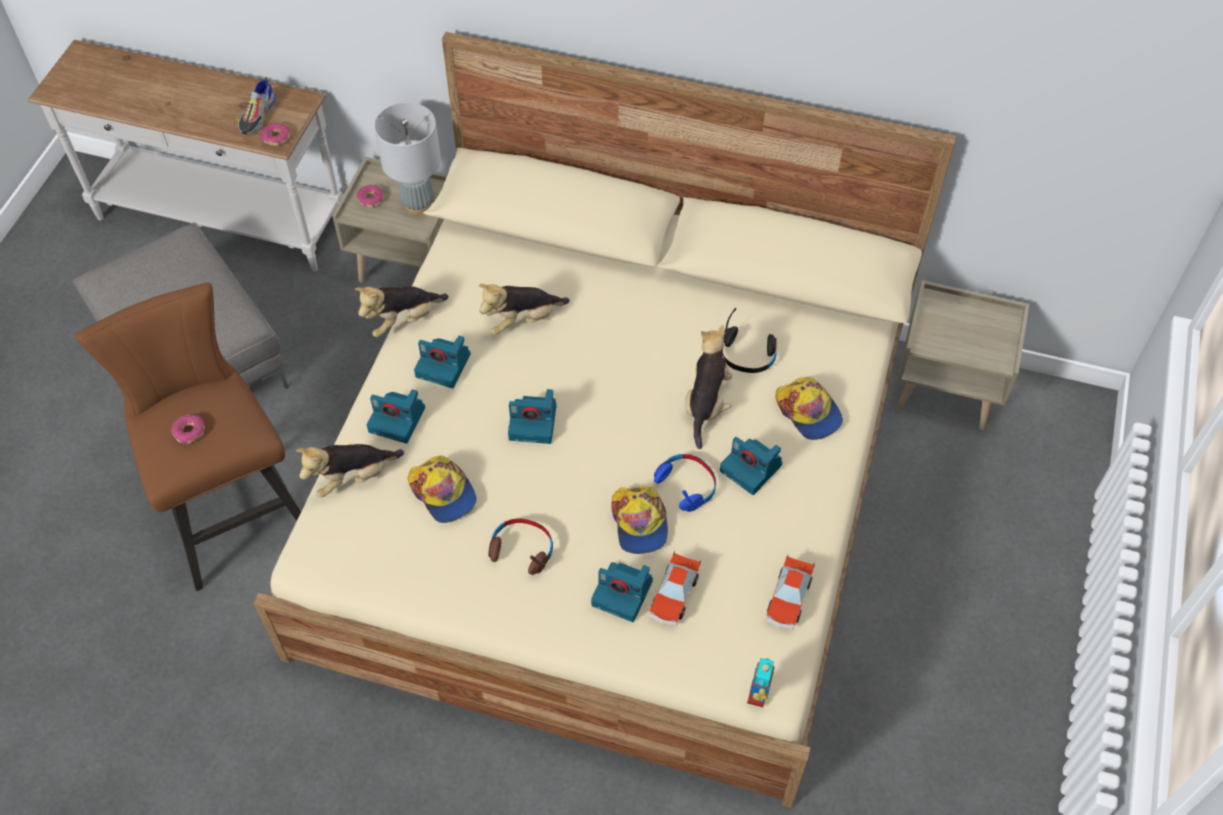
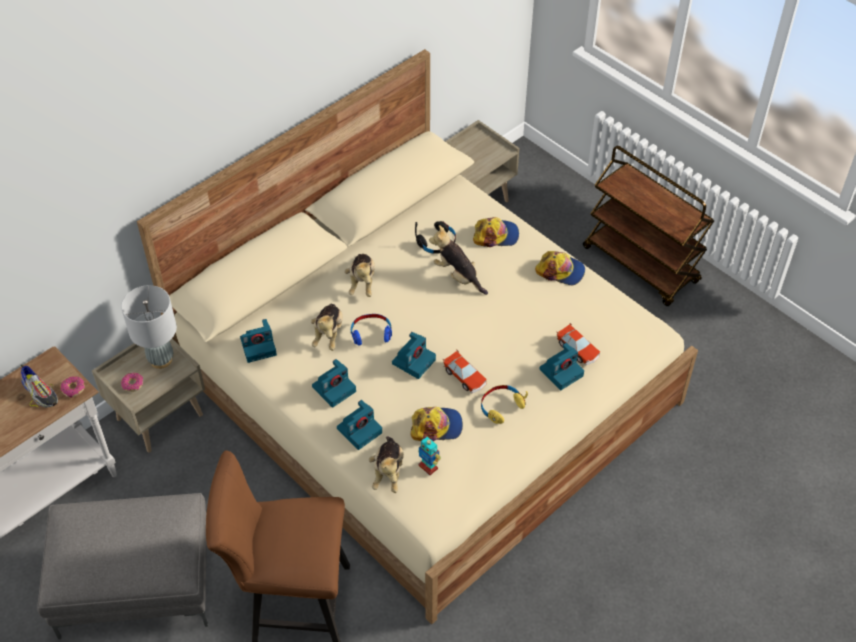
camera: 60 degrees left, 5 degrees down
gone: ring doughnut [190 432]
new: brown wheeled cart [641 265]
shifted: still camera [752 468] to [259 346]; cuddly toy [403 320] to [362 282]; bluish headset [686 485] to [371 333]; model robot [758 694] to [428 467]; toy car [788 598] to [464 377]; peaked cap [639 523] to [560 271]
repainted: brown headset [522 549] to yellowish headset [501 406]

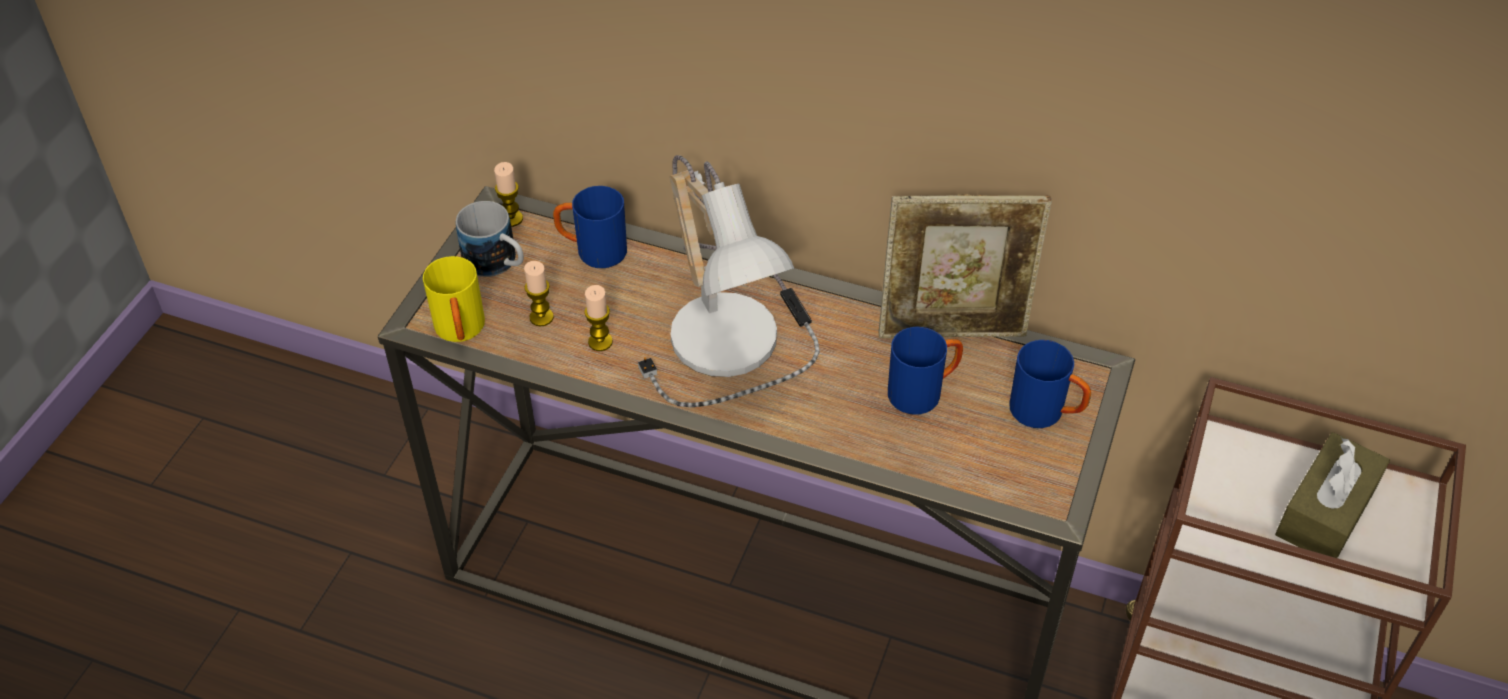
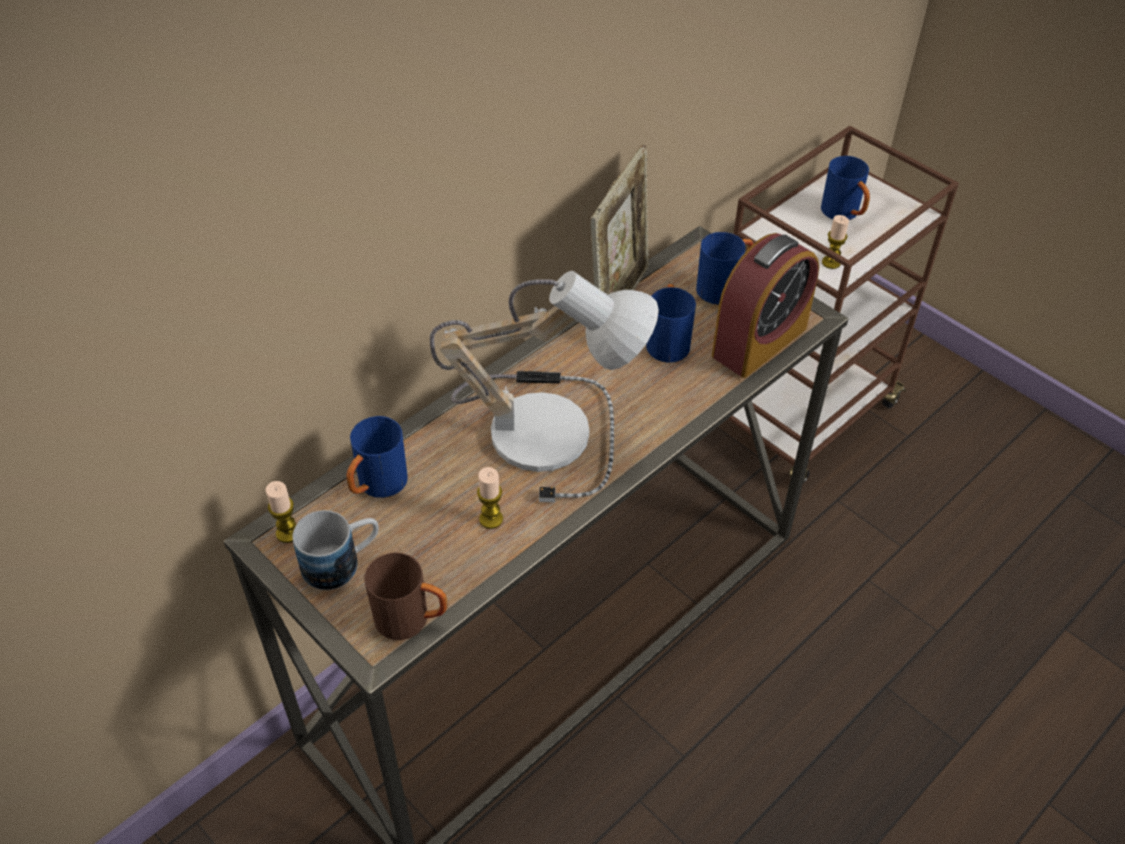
camera: 65 degrees left, 0 degrees up
new: bedside clock [759 341]
shifted: candle [541 317] to [831 262]
swapped: brown tissue box [1325 512] to bluish coffee mug [844 214]
repainted: yellowish coffee mug [461 332] to brown coffee mug [412 620]

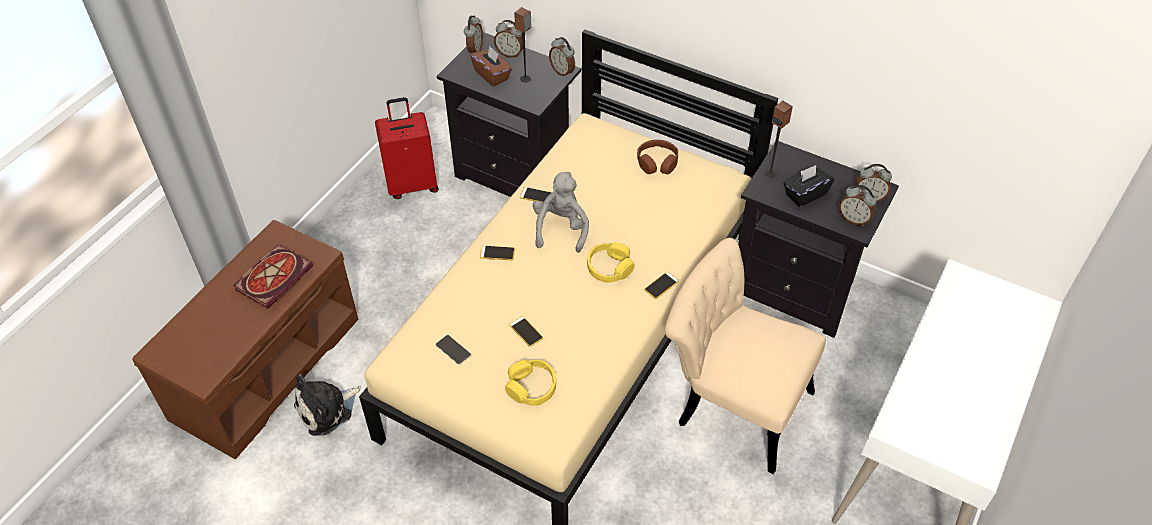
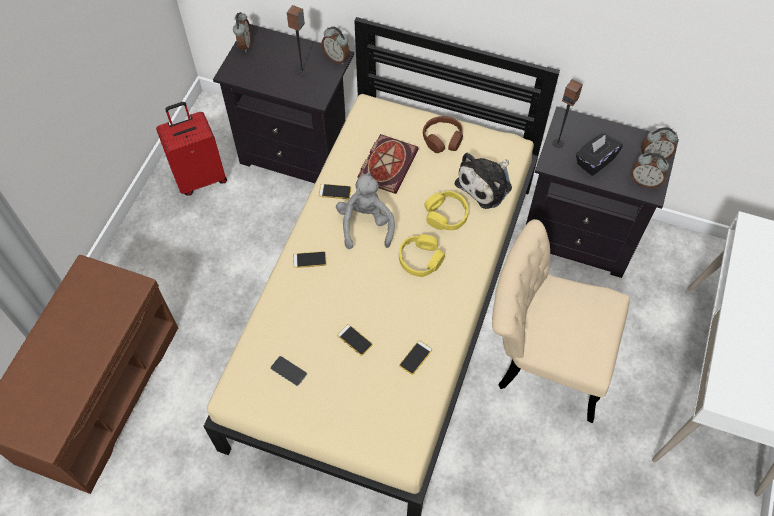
camera: 10 degrees left, 10 degrees up
gone: brown tissue box [492 75]; bedside clock [510 54]
shifted: volume [274 276] to [387 164]; handset [661 285] to [415 357]; yellowish headset [531 387] to [446 215]; cuddly toy [327 409] to [486 184]

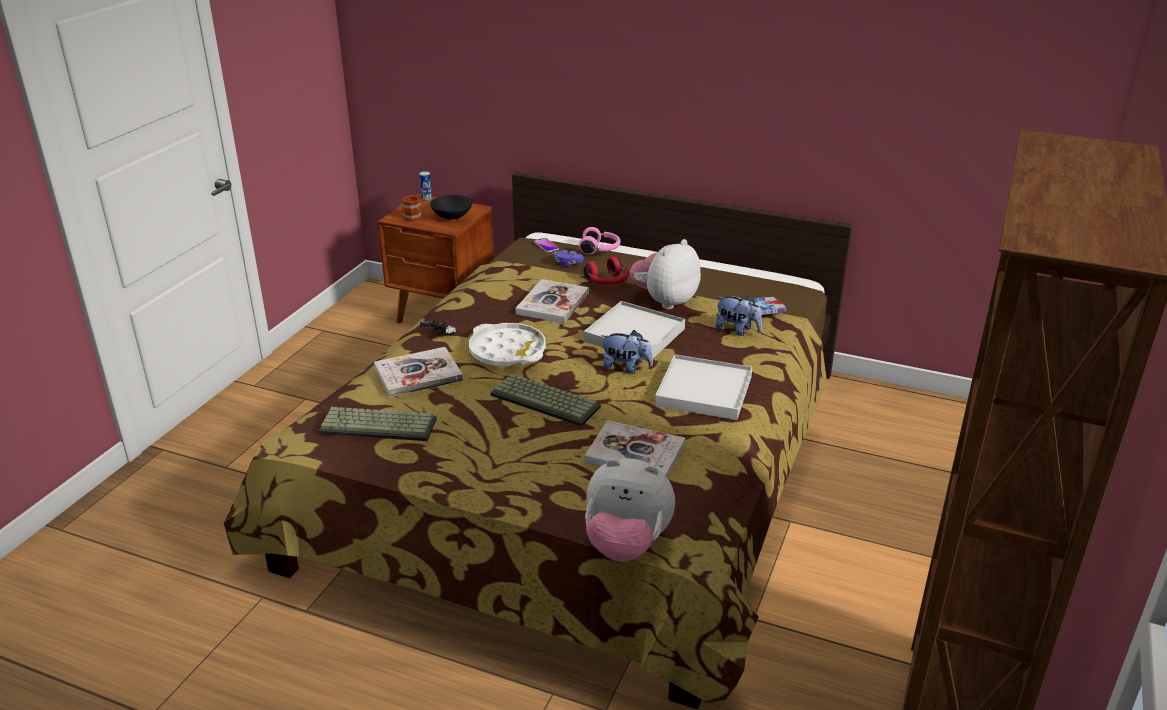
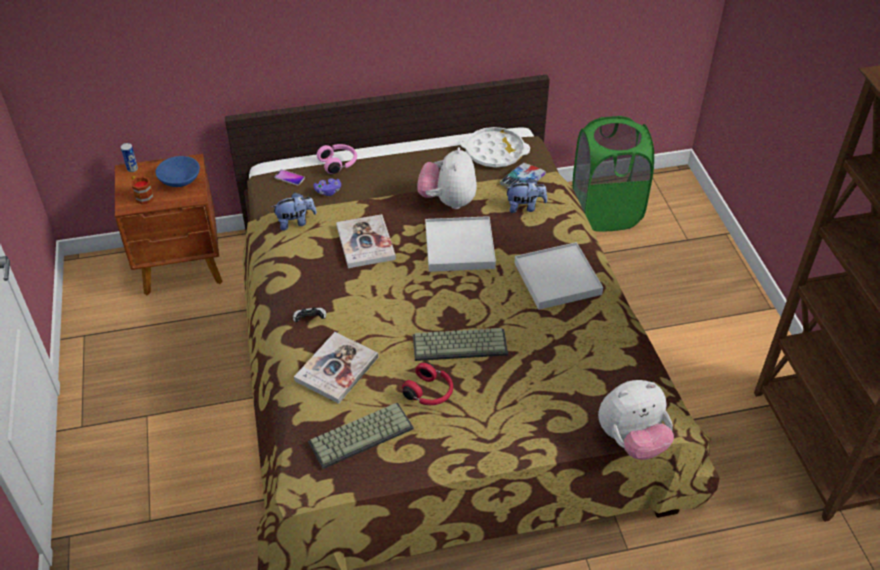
camera: 35 degrees left, 15 degrees up
gone: volume [635 453]
new: greenish hamper [606 212]
shifted: cuddly toy [626 368] to [295 222]; red-coloured headset [607 282] to [430 393]; whitish tray [507 352] to [494 152]
repainted: black deep dish [452 216] to bluish deep dish [180 180]

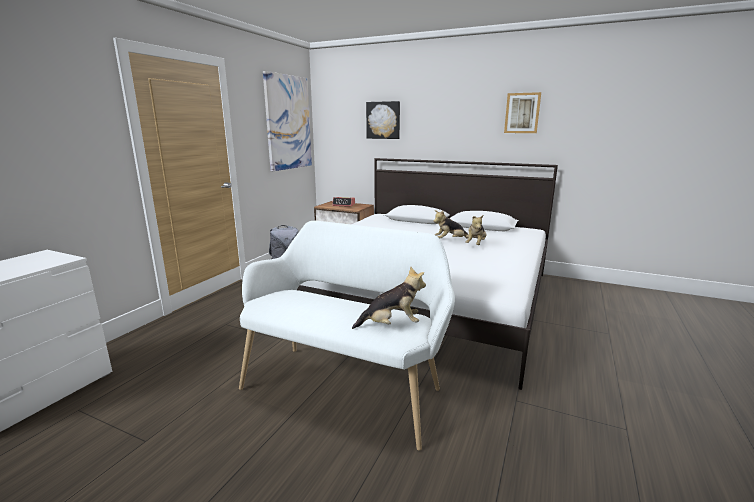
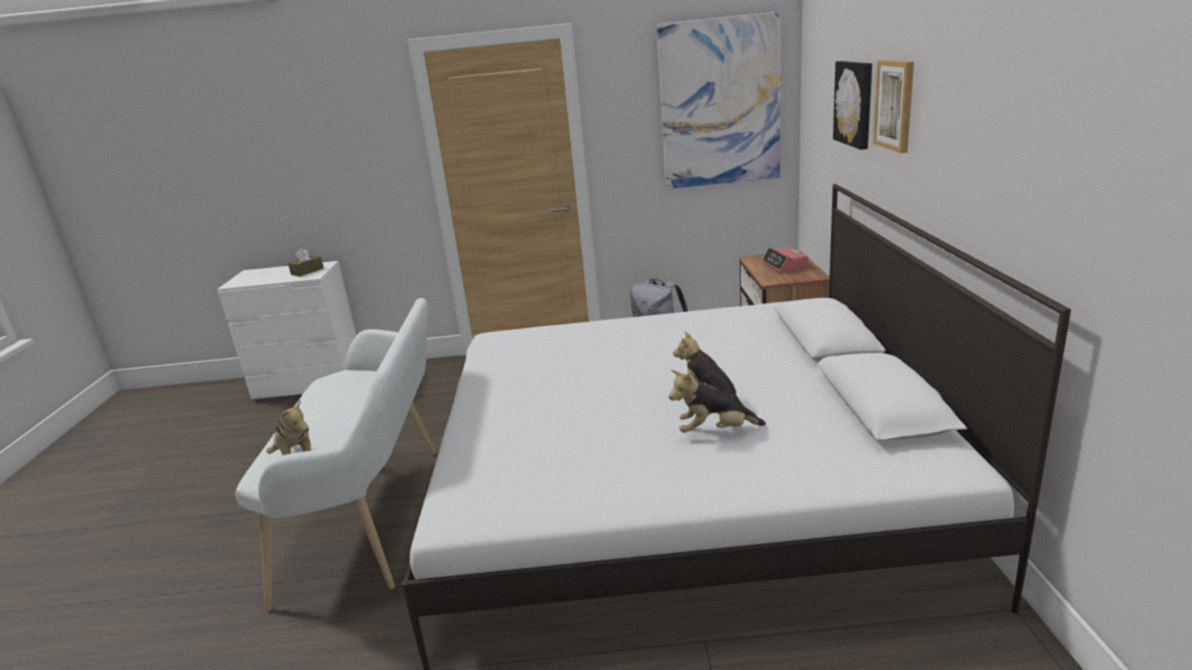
camera: 65 degrees right, 5 degrees up
new: brown tissue box [307 271]
shifted: wall picture [522 113] to [895 105]

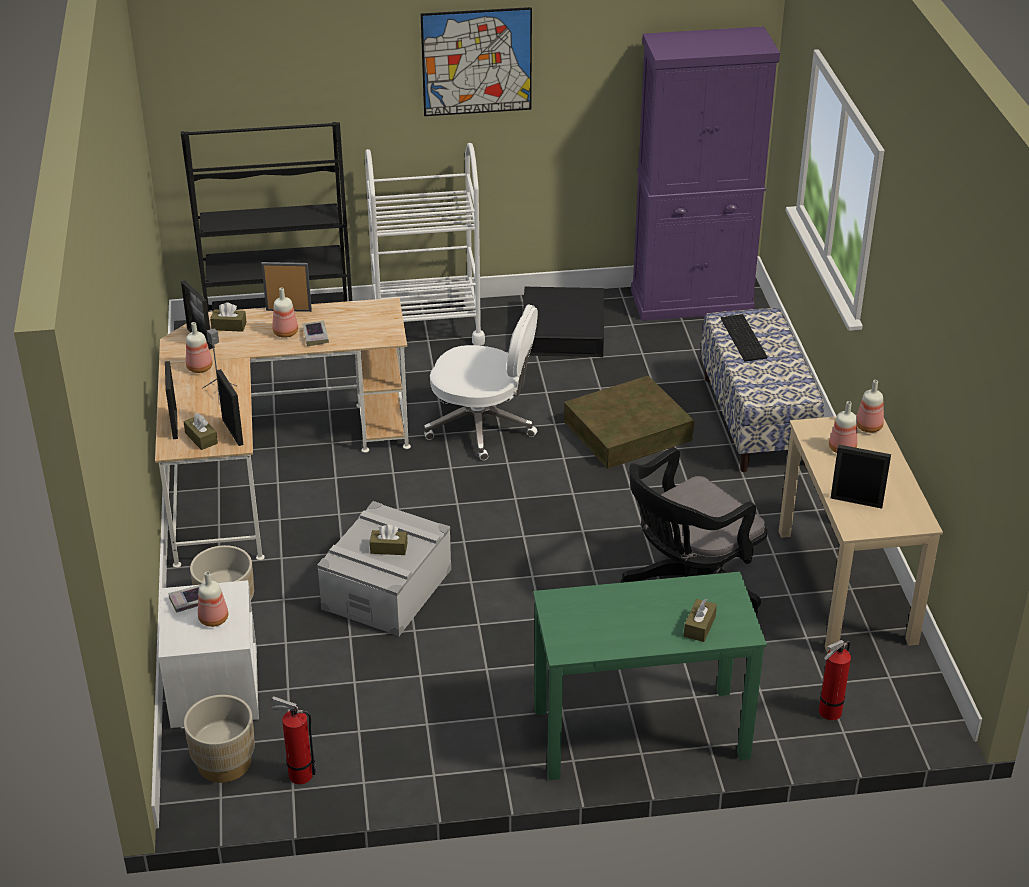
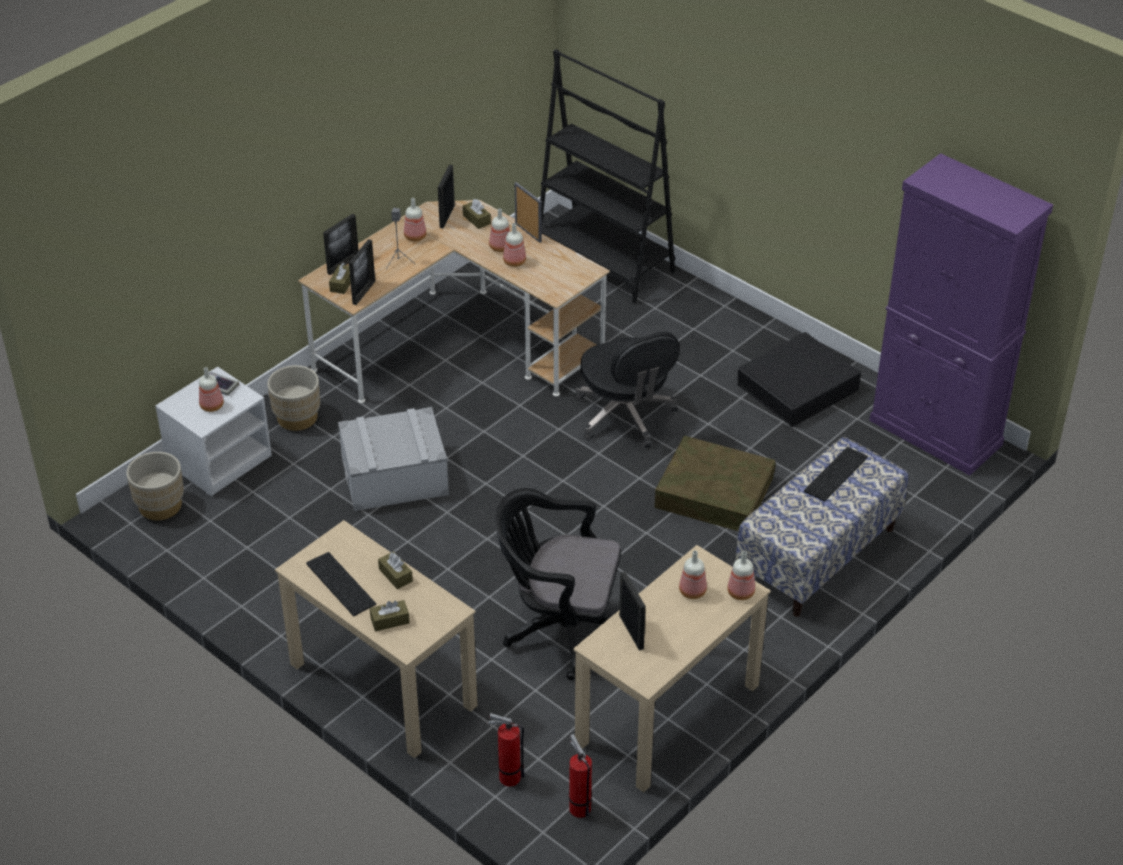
camera: 50 degrees right, 5 degrees up
gone: whitish wheeled cart [426 326]; wall picture [477 62]
new: keyboard [338 584]
shifted: brown tissue box [389 548] to [395 575]; fire extinguisher [297 774] to [578 806]
swapped: volume [315 336] to drink bottle [513 262]
repainted: greenish desk [639 732] to beige desk [382 684]; whitish office chair [482 426] to black office chair [625 416]

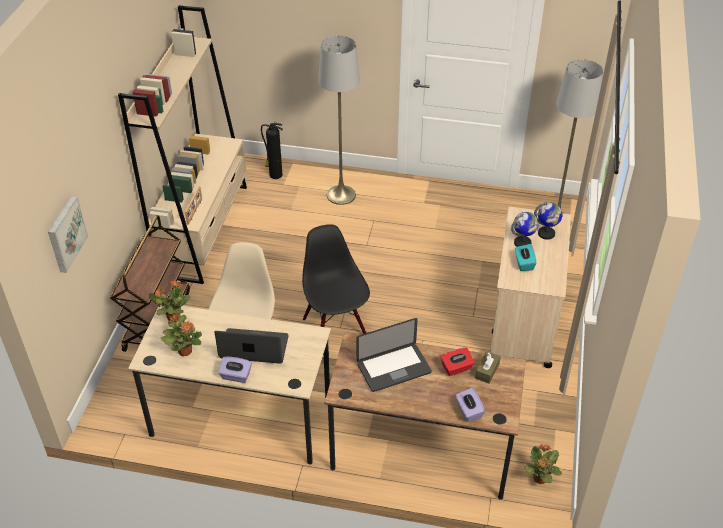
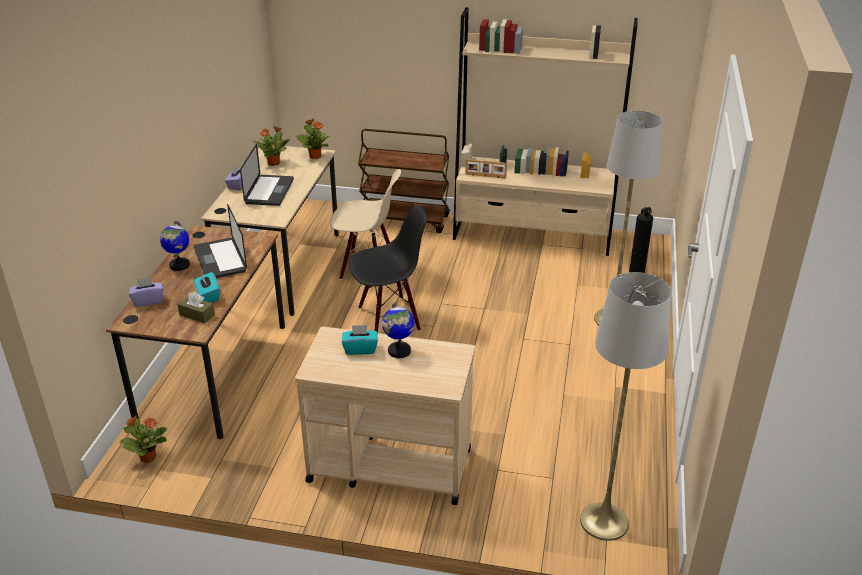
camera: 90 degrees right, 10 degrees down
gone: wall picture [65 234]
shifted: desk globe [546 234] to [179 265]
repainted: red-coloured tissue box [456 368] to blue-green tissue box [208 296]

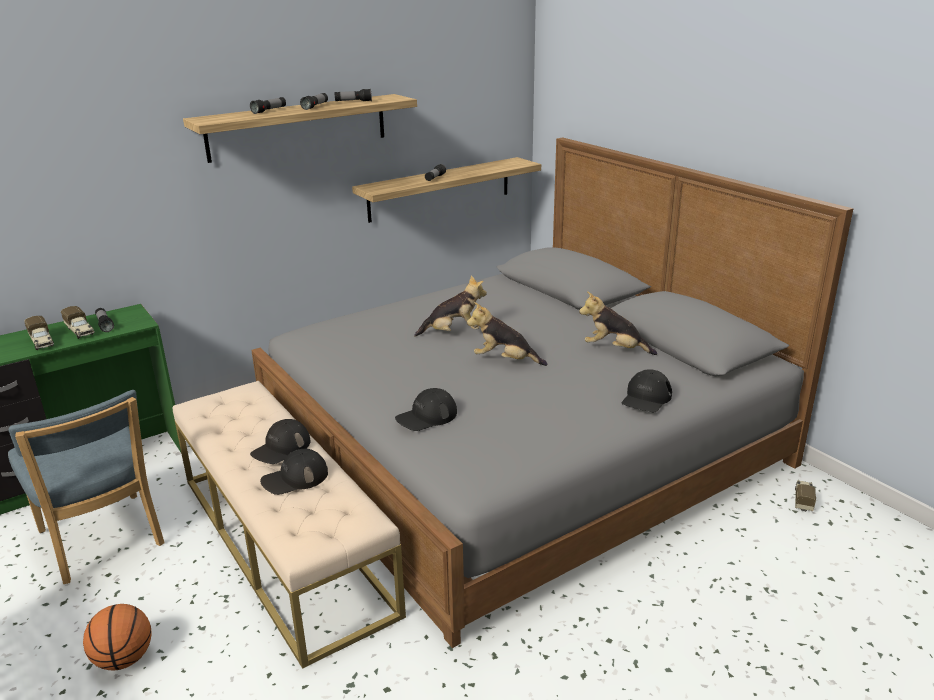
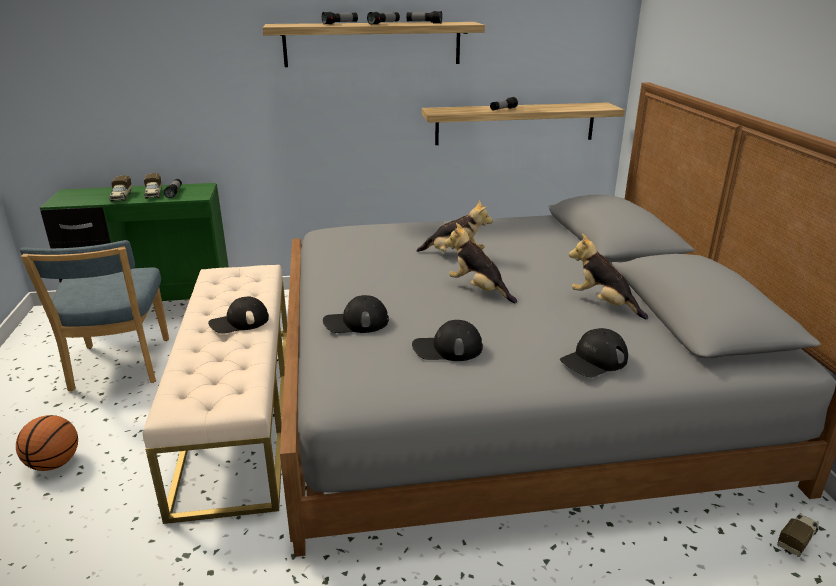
camera: 25 degrees right, 0 degrees up
shifted: black peaked cap [295 478] to [447 348]

